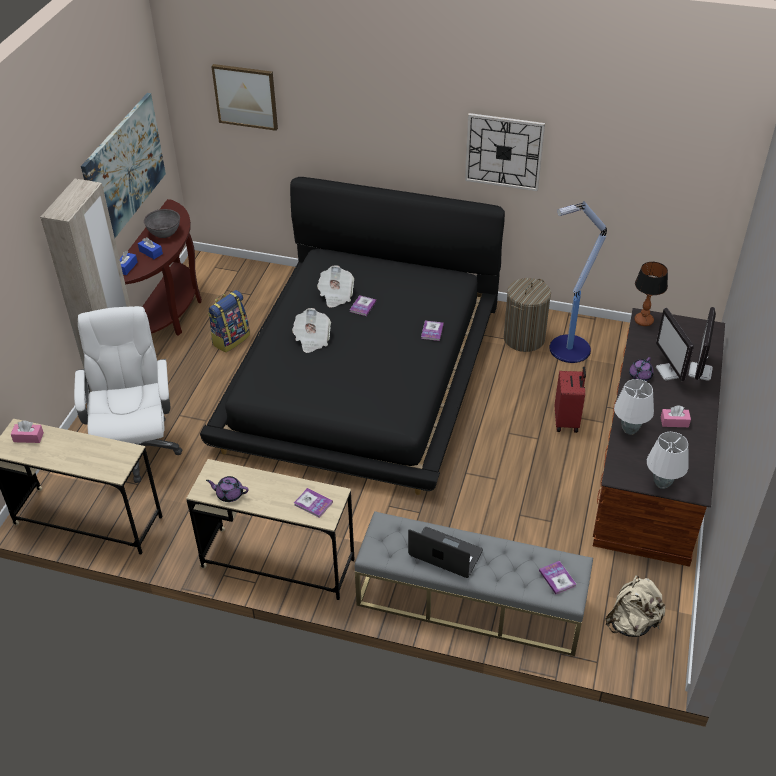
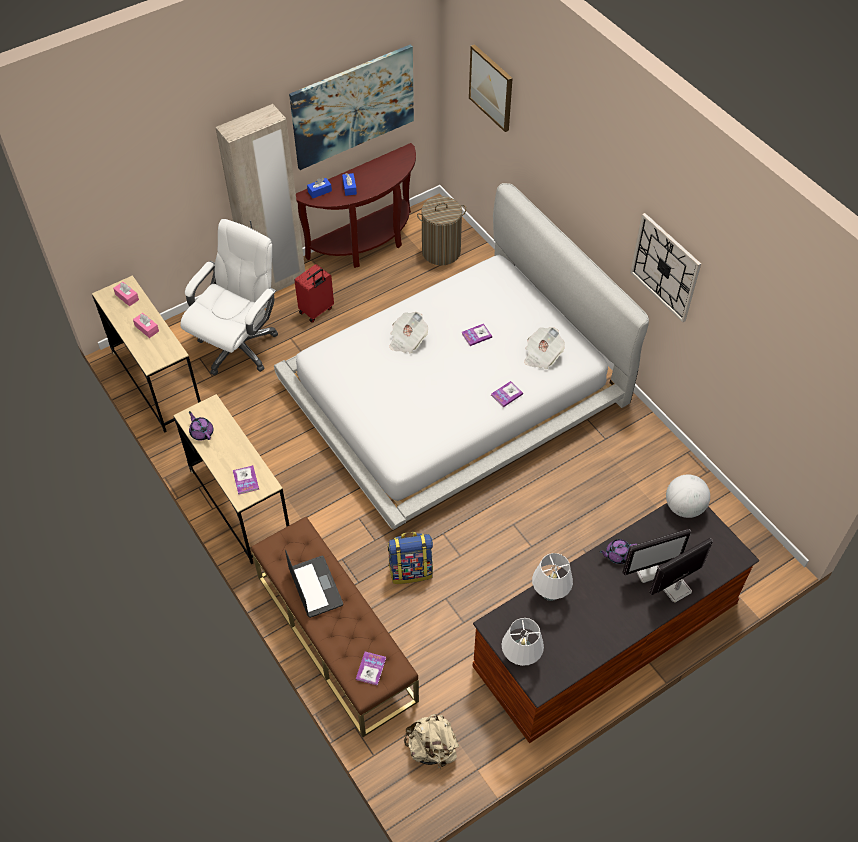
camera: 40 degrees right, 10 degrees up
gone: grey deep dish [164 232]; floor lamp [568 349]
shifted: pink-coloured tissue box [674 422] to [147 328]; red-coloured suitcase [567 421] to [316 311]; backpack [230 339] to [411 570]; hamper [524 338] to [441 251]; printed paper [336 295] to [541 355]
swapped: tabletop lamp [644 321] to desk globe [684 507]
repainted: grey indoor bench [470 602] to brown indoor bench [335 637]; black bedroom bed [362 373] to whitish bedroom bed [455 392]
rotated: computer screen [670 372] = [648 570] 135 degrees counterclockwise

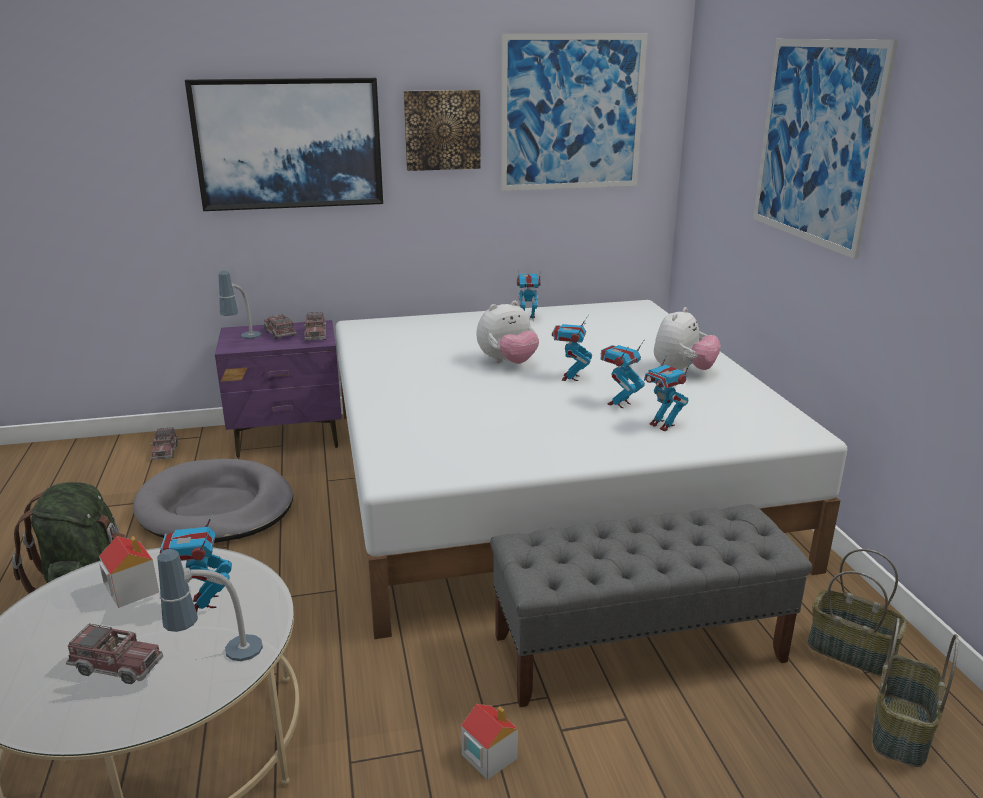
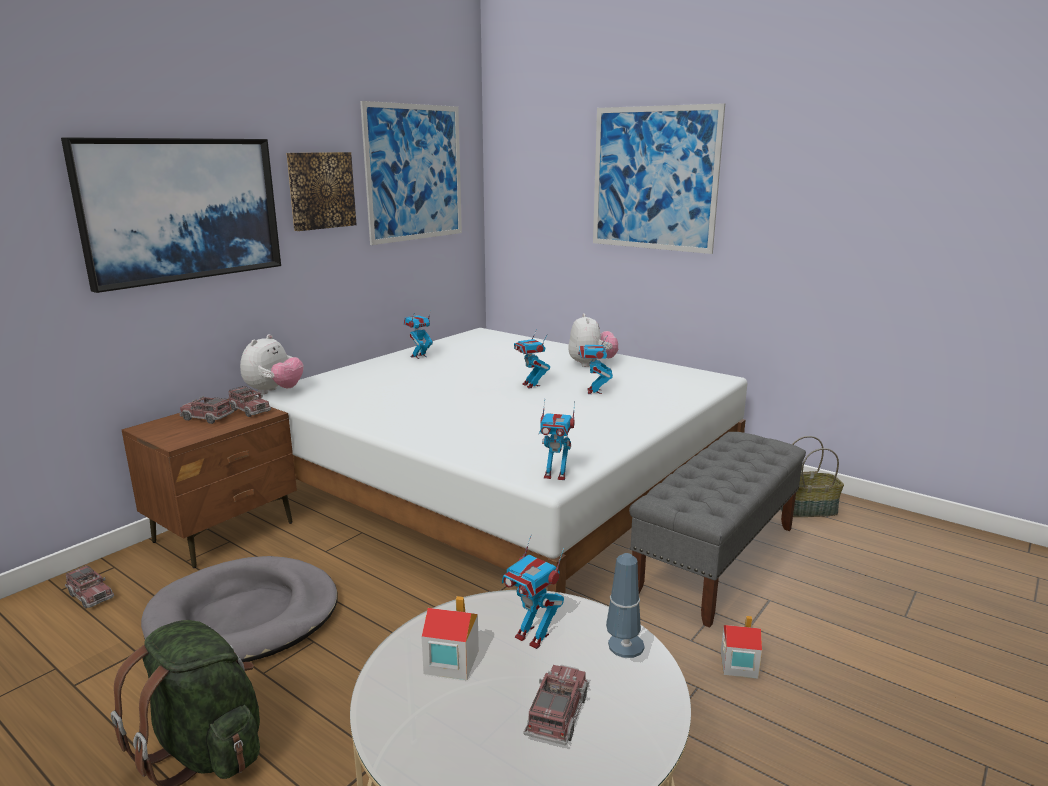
camera: 40 degrees left, 5 degrees down
gone: tabletop lamp [243 340]; storage basket [902 731]
shifted: cuddly toy [507 363] to [274 392]; model robot [662 425] to [555 475]
repainted: purple-coloured bedside table [288 437] to brown bedside table [225 532]
rotated: toy truck [117 666] = [557 715] 45 degrees counterclockwise

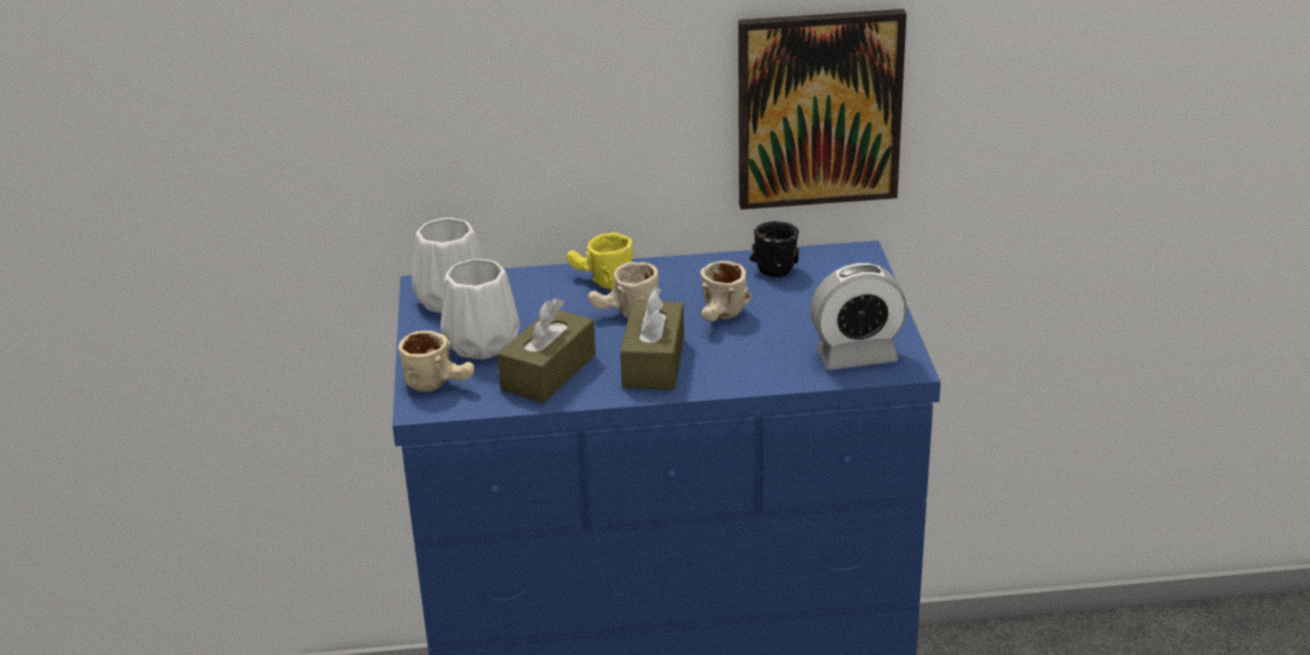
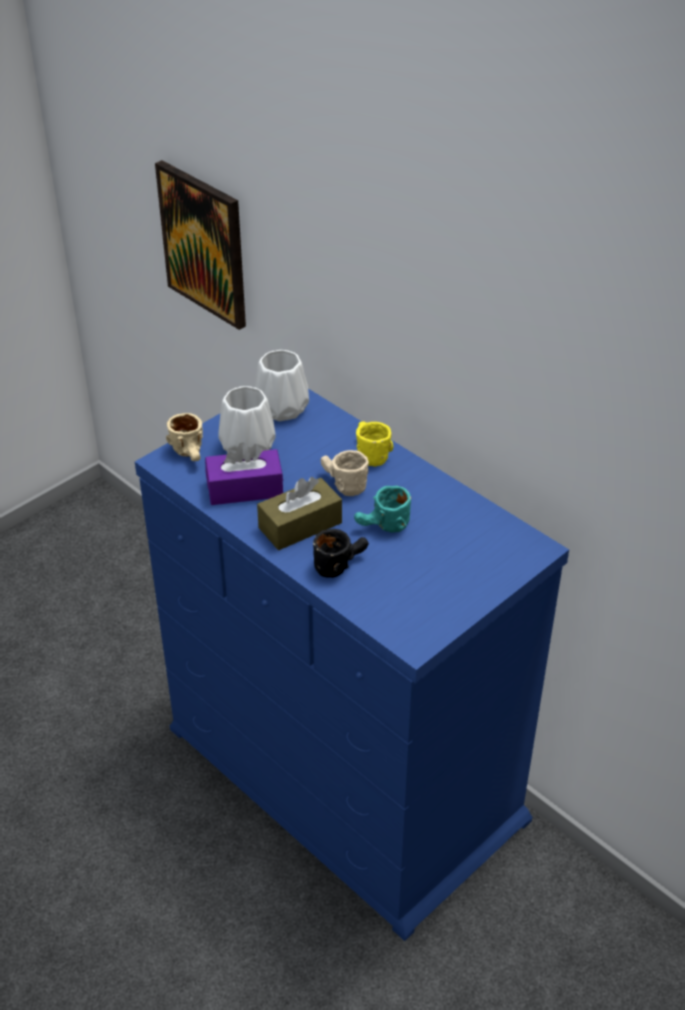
camera: 50 degrees right, 10 degrees up
gone: bedside clock [856 356]
shifted: wall picture [819 108] to [204 244]; black coffee mug [774 263] to [340 563]
repainted: brown tissue box [548 372] to purple-coloured tissue box [245 489]; beige coffee mug [722 318] to blue-green coffee mug [383 527]

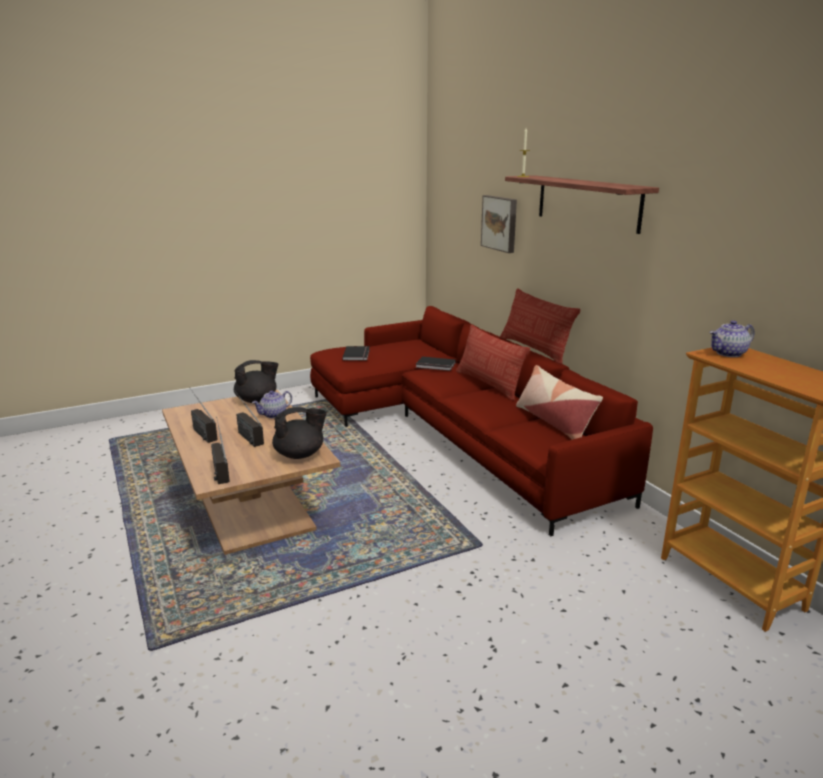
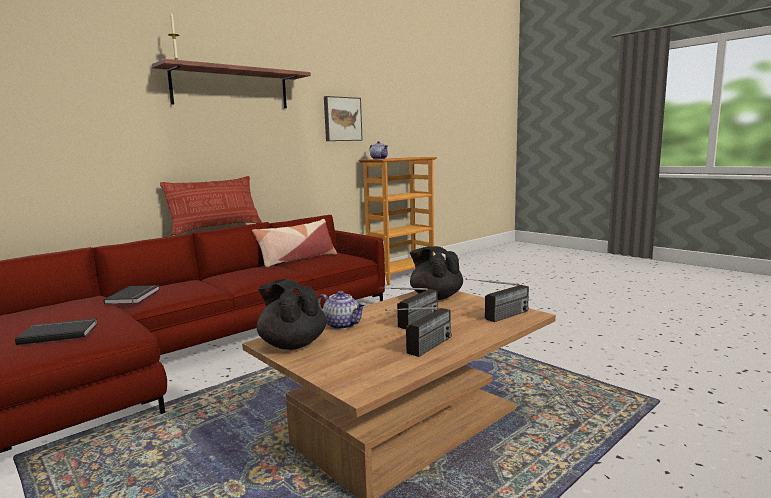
camera: 105 degrees left, 10 degrees down
gone: pillow [489 384]
shifted: wall picture [500 223] to [342 119]

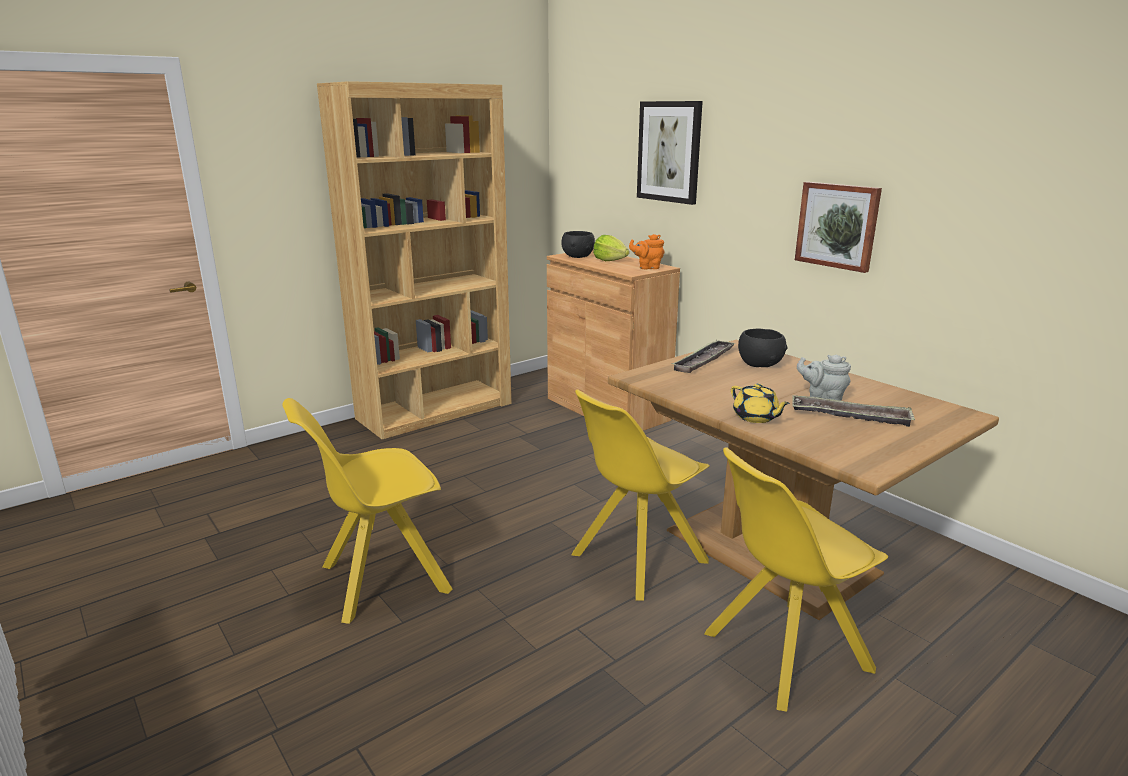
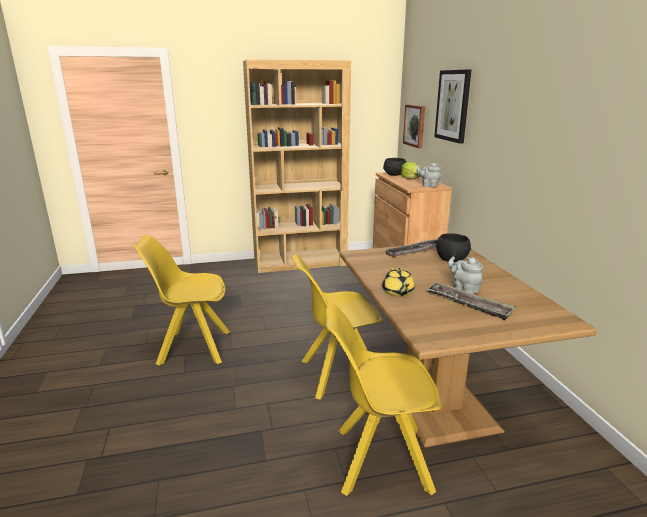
camera: 25 degrees right, 0 degrees up
shifted: wall picture [837 225] to [415 125]
repainted: orange pot for tea [647 267] to grey pot for tea [428 185]

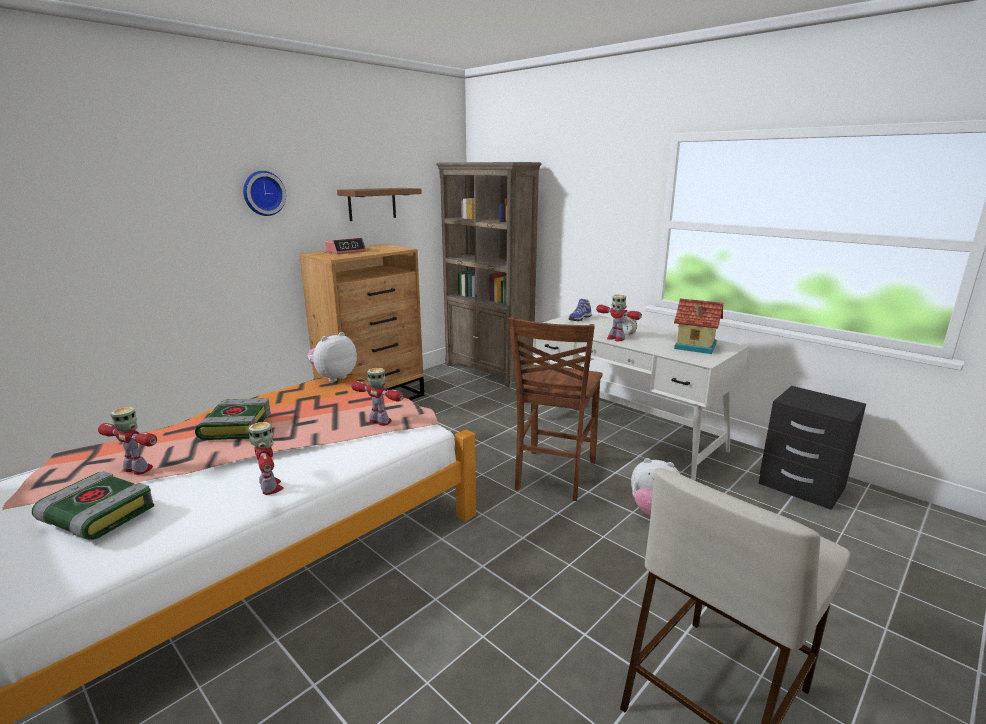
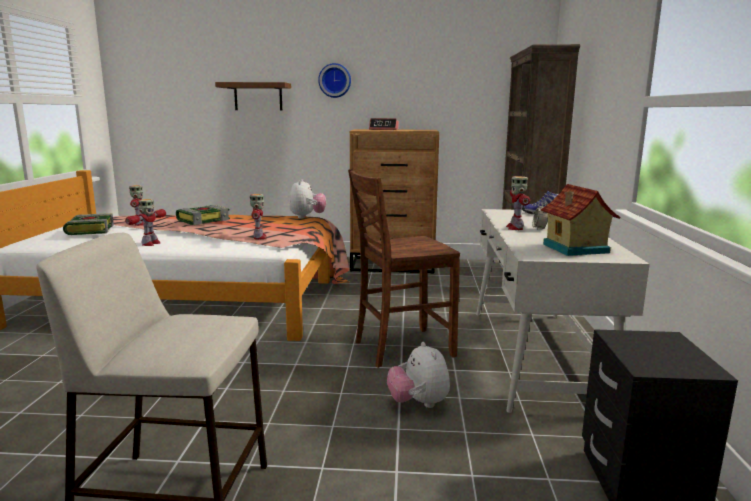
camera: 50 degrees right, 5 degrees down
shifted: brown shelf [372 204] to [258 96]
rotated: cuddly toy [333 377] = [307 217] 90 degrees clockwise

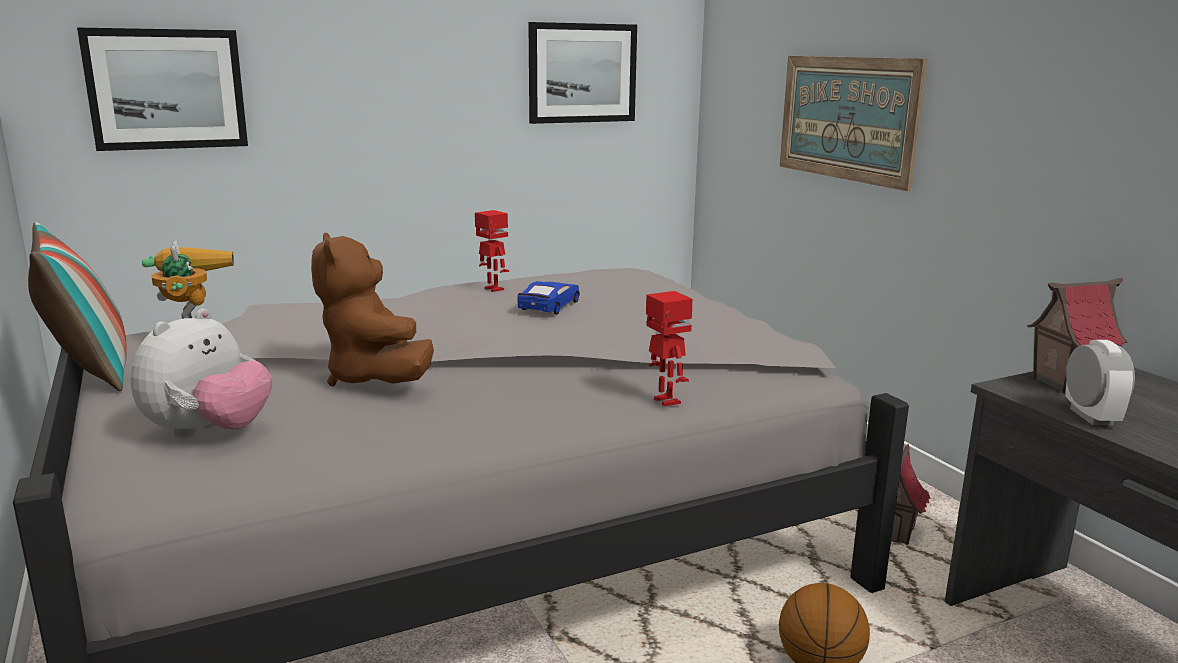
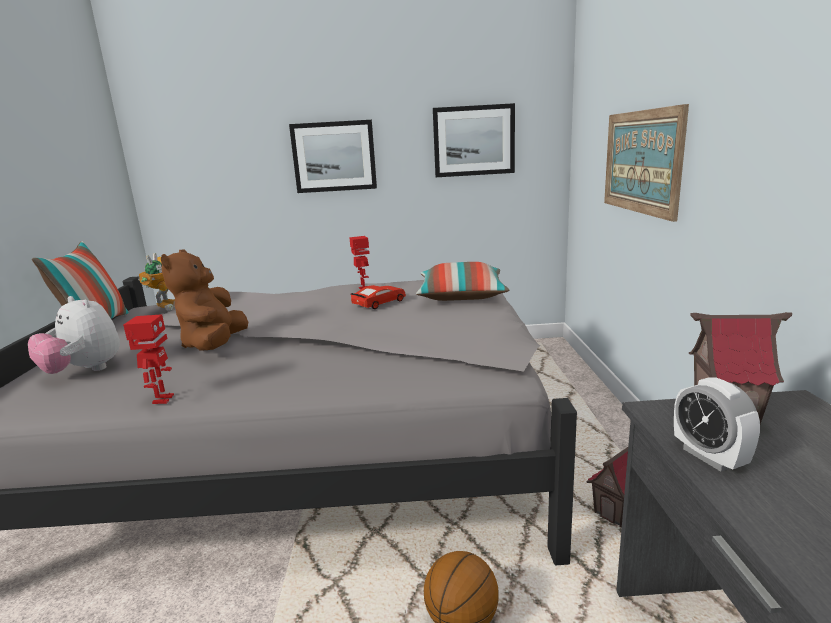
camera: 25 degrees right, 0 degrees up
new: pillow [461 296]
shifted: model robot [665 401] to [162 399]; wall picture [166 89] to [334 156]
repainted: bluish toy car [549 306] to red-coloured toy car [379 303]
rotated: cuddly toy [209 433] = [84 371] 75 degrees clockwise; bedside clock [1090 416] = [709 457] 135 degrees clockwise

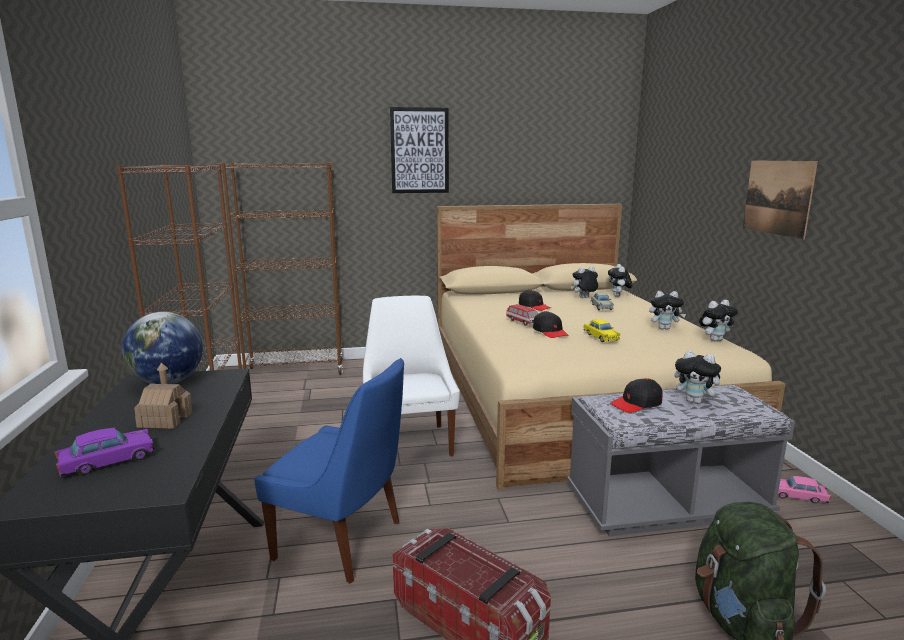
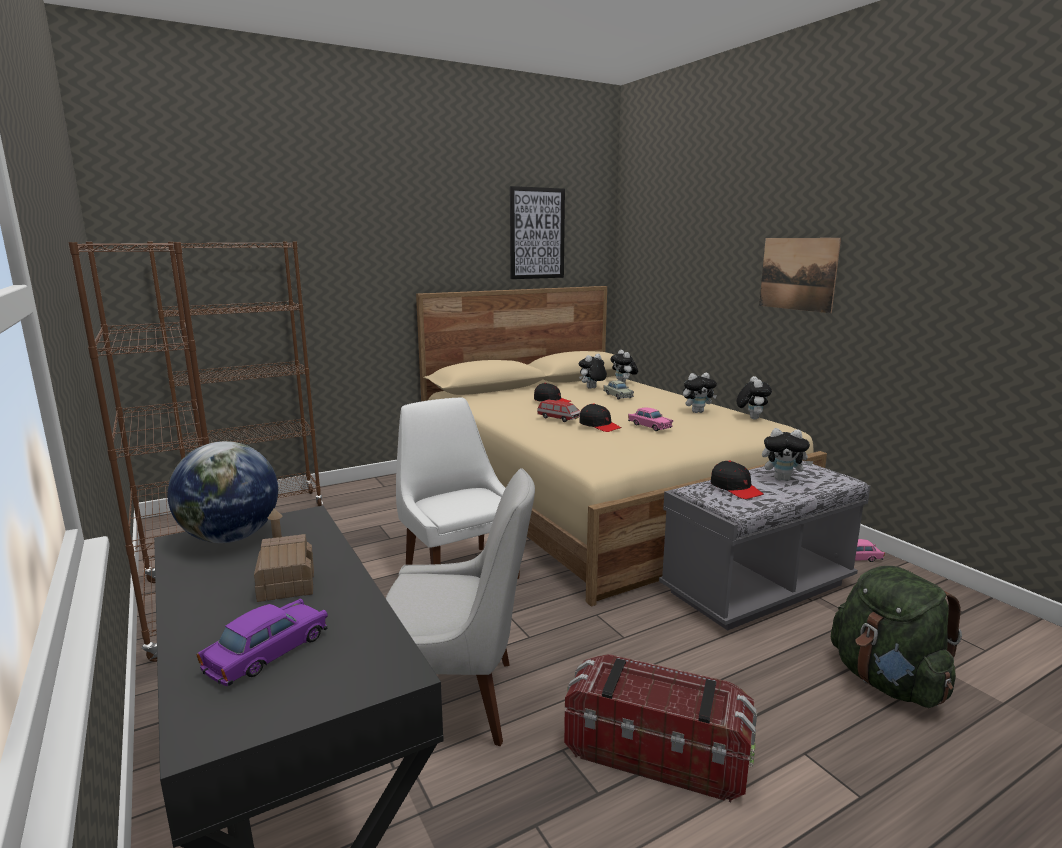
camera: 20 degrees left, 0 degrees up
shifted: wall picture [419 150] to [537 233]
repainted: bluish upright chair [343 541] to whitish upright chair [458 700]; yellowish toy car [601 337] to pink-coloured toy car [649 426]
rotated: black peaked cap [636 404] = [735 488] 75 degrees counterclockwise; cuddly toy [715 340] = [751 418] 45 degrees counterclockwise

